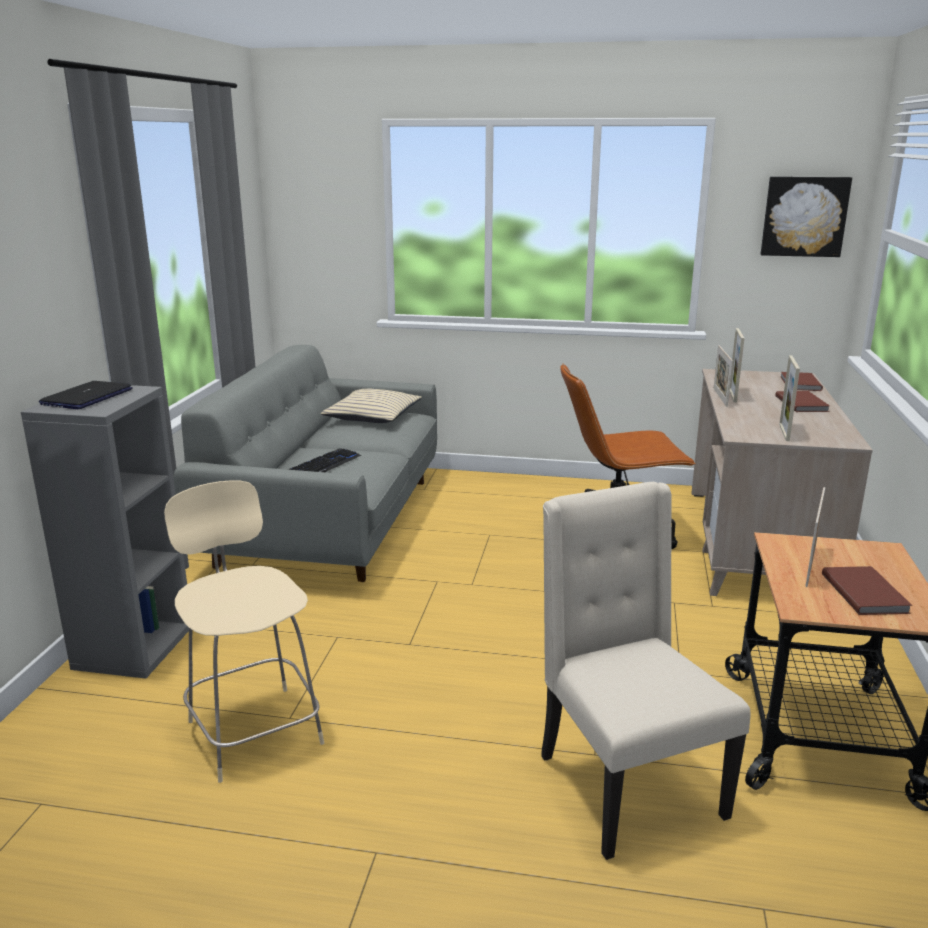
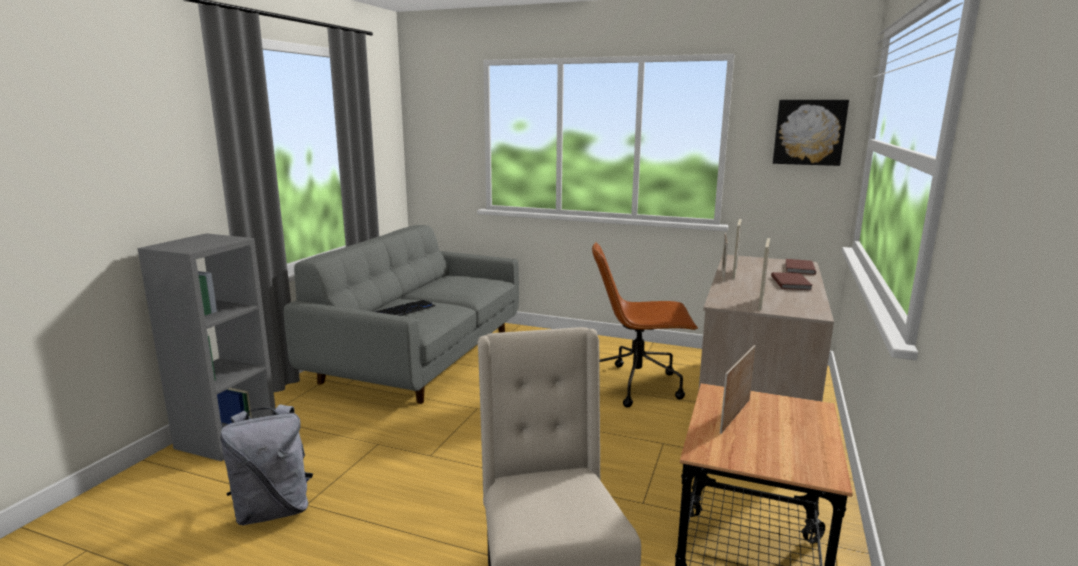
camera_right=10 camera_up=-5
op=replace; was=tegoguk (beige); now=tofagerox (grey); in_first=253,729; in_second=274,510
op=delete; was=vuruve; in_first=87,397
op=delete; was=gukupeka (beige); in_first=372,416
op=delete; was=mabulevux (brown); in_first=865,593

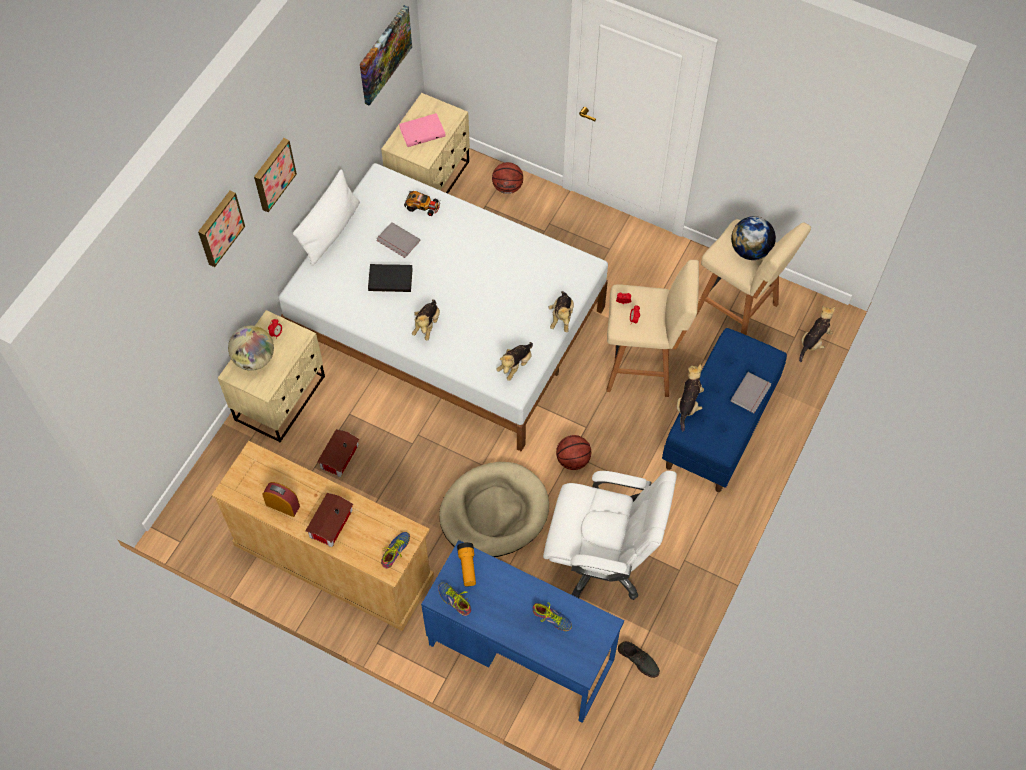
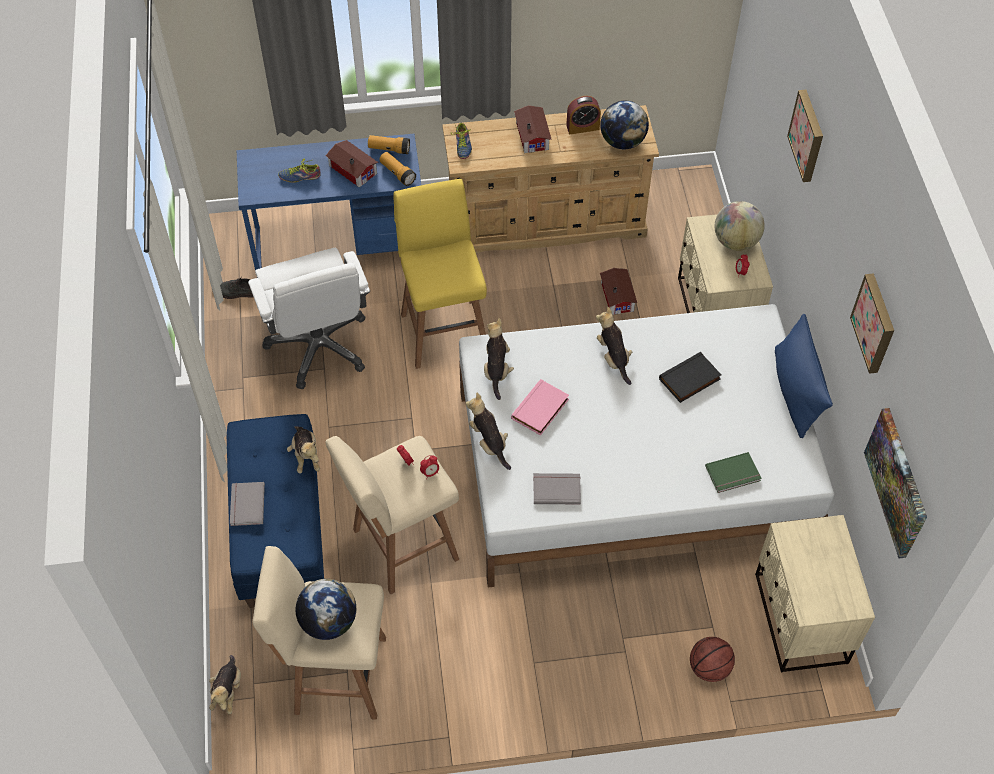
camera_right=145 camera_up=-5
op=rotate; was=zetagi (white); in_first=601,560; in_second=319,346; clockwise=-90
op=insert; now=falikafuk; in_second=353,168
op=replace; was=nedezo; now=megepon; in_first=455,599; in_second=389,149
op=replace; was=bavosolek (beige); now=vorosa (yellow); in_first=494,512; in_second=444,330
op=move; was=mabulevux (pink); in_first=422,131; in_second=541,410
op=move; was=mabulevux (grey); in_first=397,242; in_second=556,488
op=insert; now=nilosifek; in_second=622,142
op=replace; was=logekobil; now=mabulevux (green); in_first=423,206; in_second=733,474
op=recolor; was=gukupeka (white); now=gukupeka (blue); in_first=330,231; in_second=795,391
op=move; was=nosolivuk; in_first=273,174; in_second=875,323
op=delete; was=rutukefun; in_first=572,460

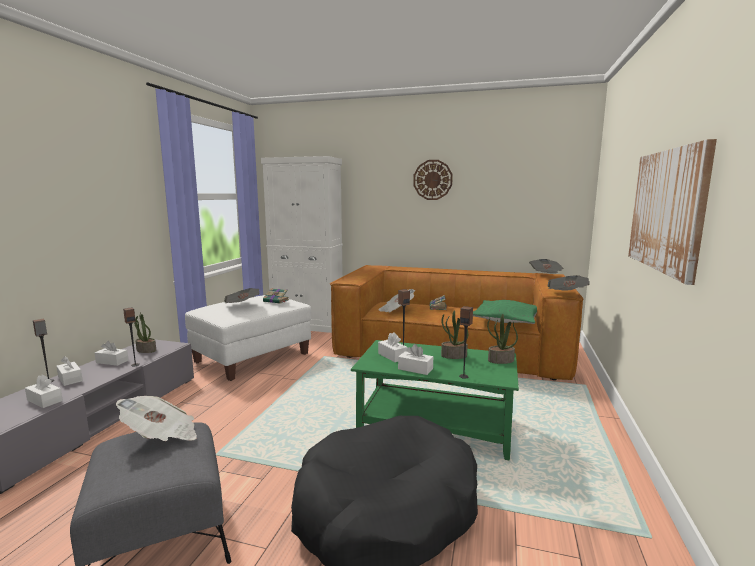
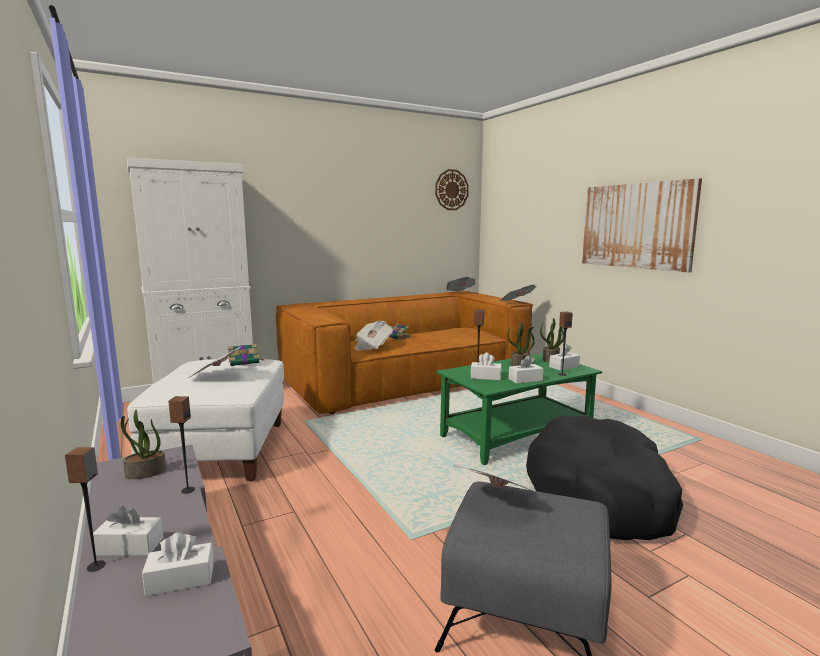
camera_right=-45 camera_up=0
op=move; was=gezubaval; in_first=432,180; in_second=451,190
op=move; was=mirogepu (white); in_first=112,361; in_second=564,367
op=delete; was=gukupeka (green); in_first=506,320

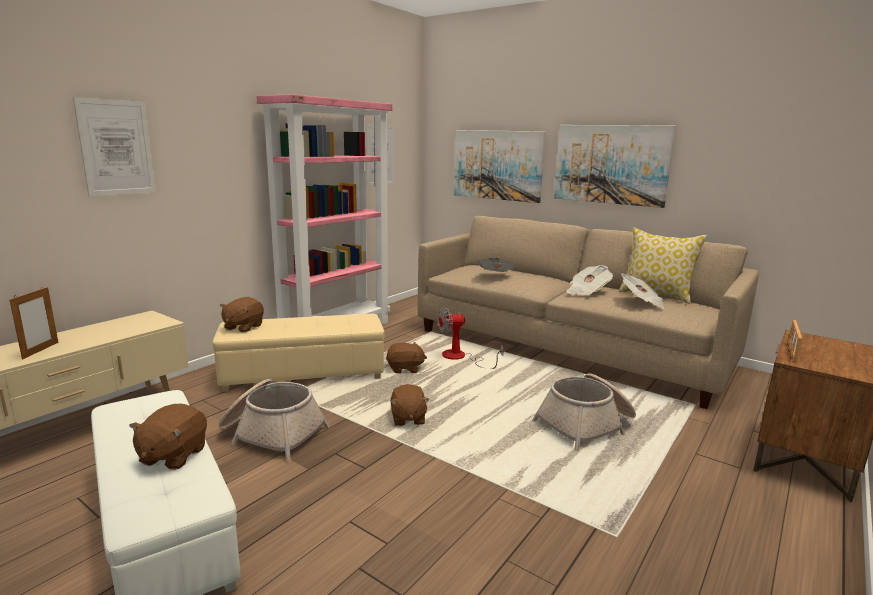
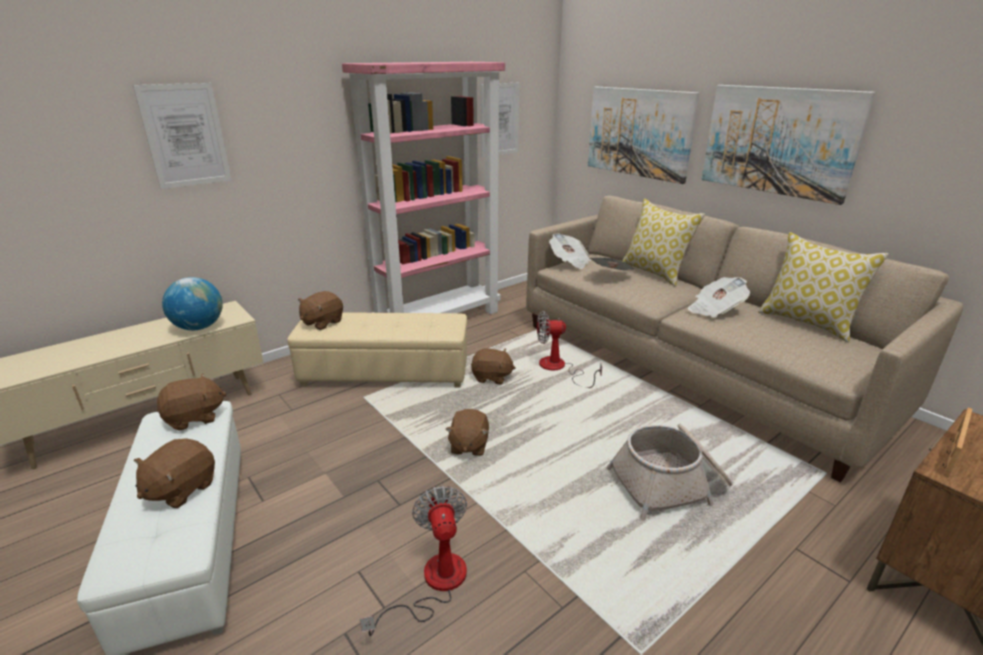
camera_right=15 camera_up=10
op=insert; now=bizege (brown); in_second=195,418
op=insert; now=nilosifek; in_second=199,327
op=insert; now=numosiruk; in_second=433,584
op=move; was=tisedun; in_first=642,303; in_second=569,262
op=insert; now=gukupeka; in_second=655,273
op=delete; was=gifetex; in_first=40,350
op=delete; was=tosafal; in_first=272,433

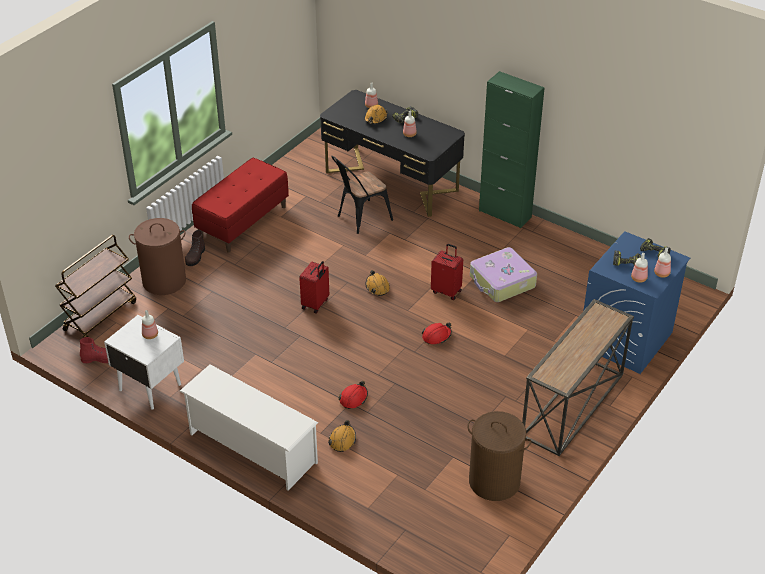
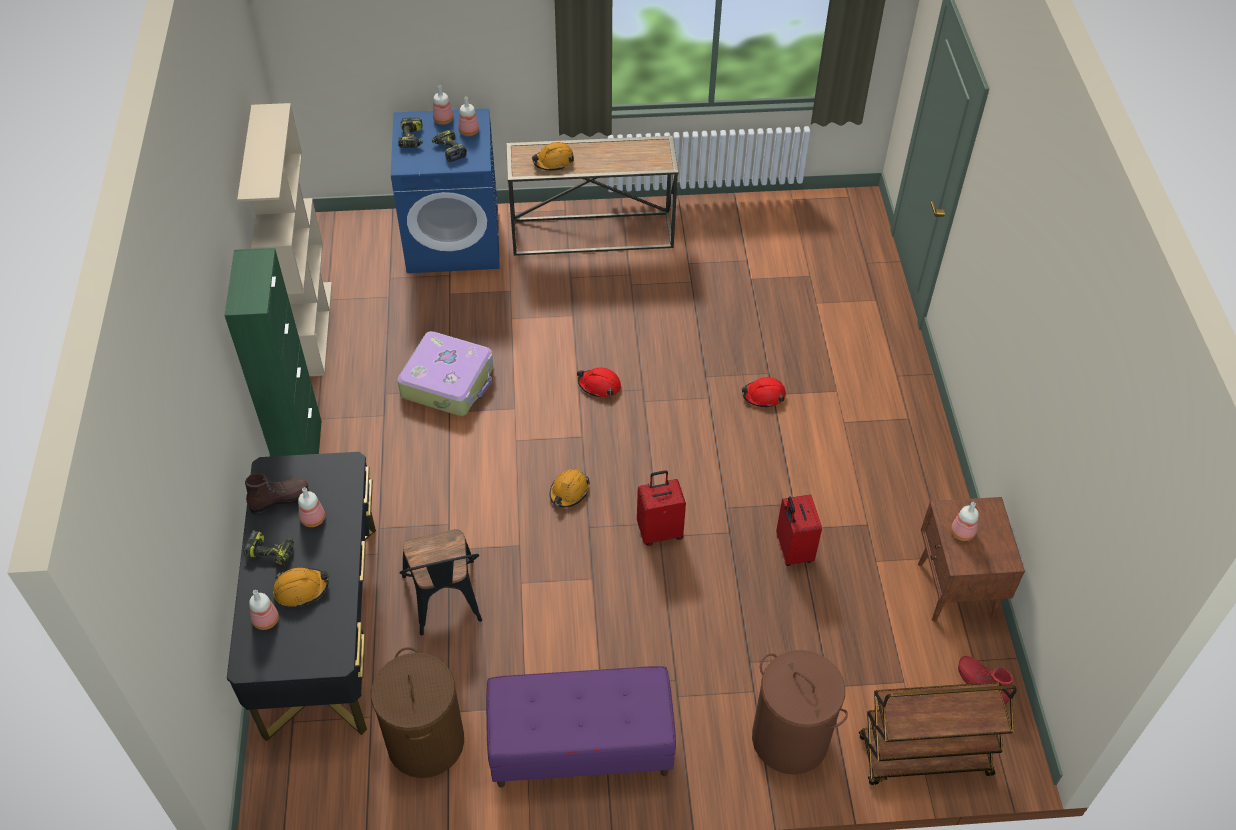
camera_right=-130 camera_up=10
op=insert; now=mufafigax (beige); in_second=310,328
op=move; was=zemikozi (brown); in_first=195,257; in_second=280,499
op=move; was=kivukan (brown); in_first=494,481; in_second=425,741
op=rotate; was=tegoguk (black); in_first=360,218; in_second=445,604; clockwise=60
op=recolor; was=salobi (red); now=salobi (purple); in_first=243,222; in_second=580,747
op=move; was=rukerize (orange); in_first=342,440; in_second=553,161
op=move; was=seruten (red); in_first=446,291; in_second=792,550
op=recolor; was=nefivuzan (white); now=nefivuzan (brown); in_first=149,386; in_second=955,591
op=delete; was=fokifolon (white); in_first=252,448

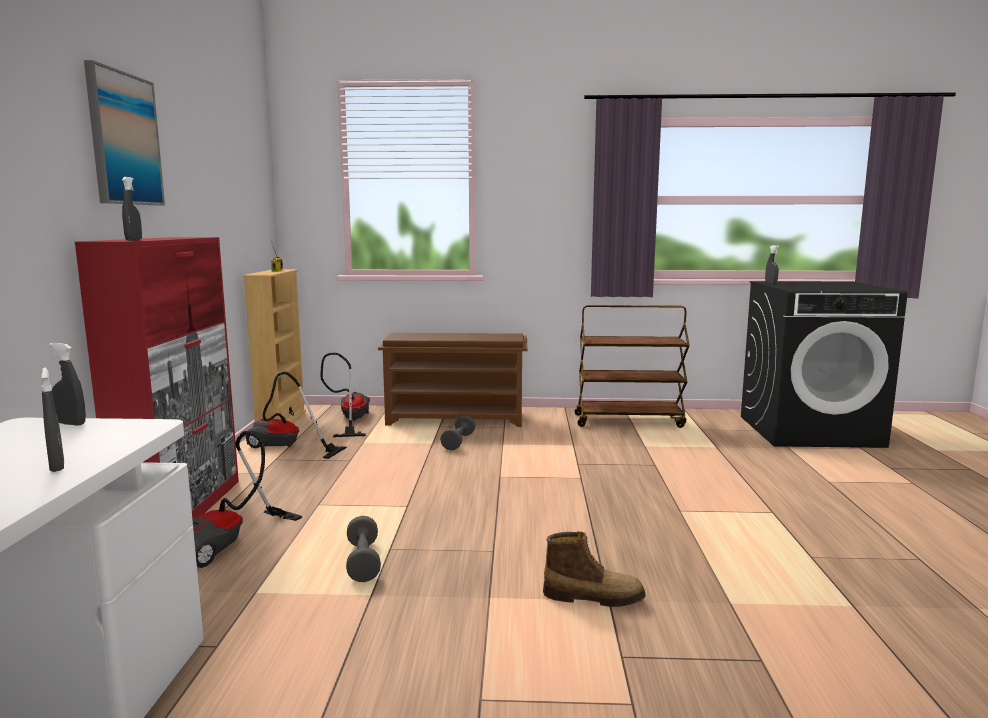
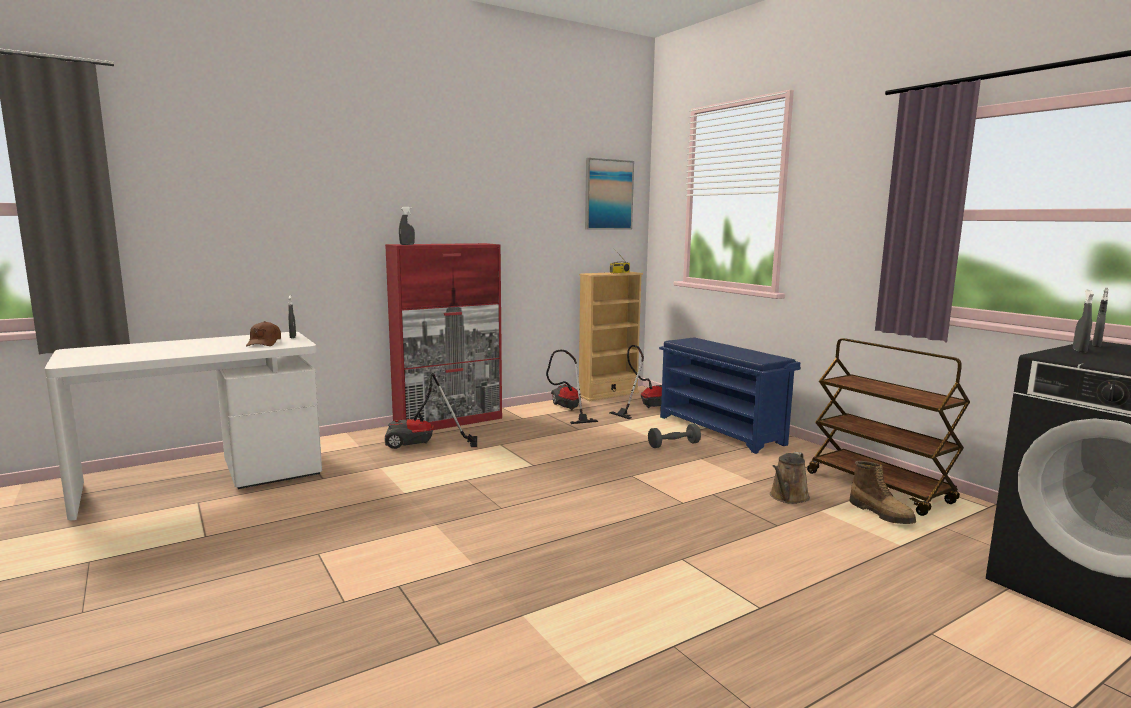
camera_right=55 camera_up=0
op=insert; now=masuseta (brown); in_second=264,343
op=move; was=nosolivuk; in_first=124,139; in_second=608,194
op=recolor; was=fokifolon (brown); now=fokifolon (blue); in_first=456,419; in_second=721,430
op=insert; now=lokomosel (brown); in_second=788,497
op=move; was=zemikozi; in_first=593,597; in_second=882,514
op=move; was=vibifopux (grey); in_first=57,466; in_second=1079,351
op=delete; was=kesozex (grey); in_first=363,562

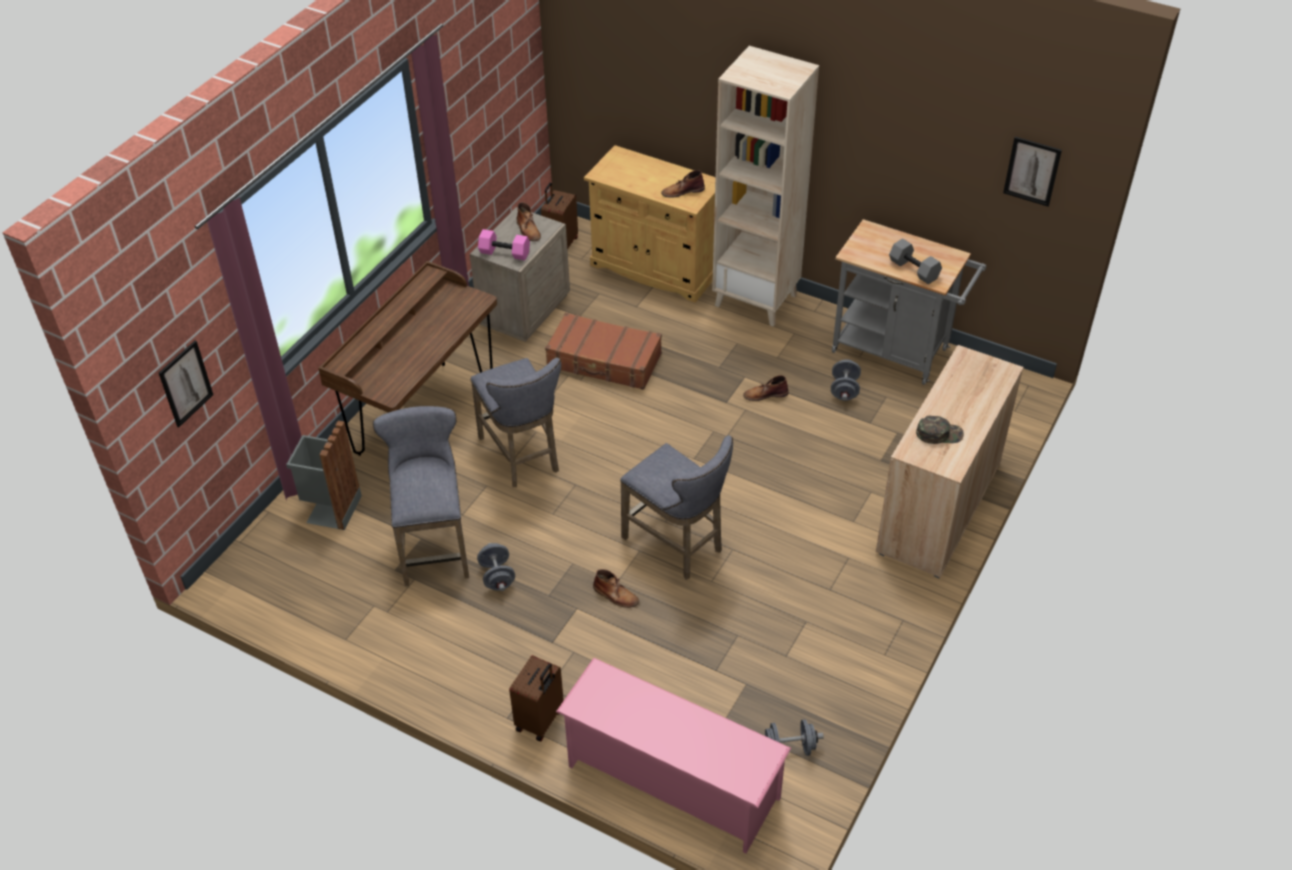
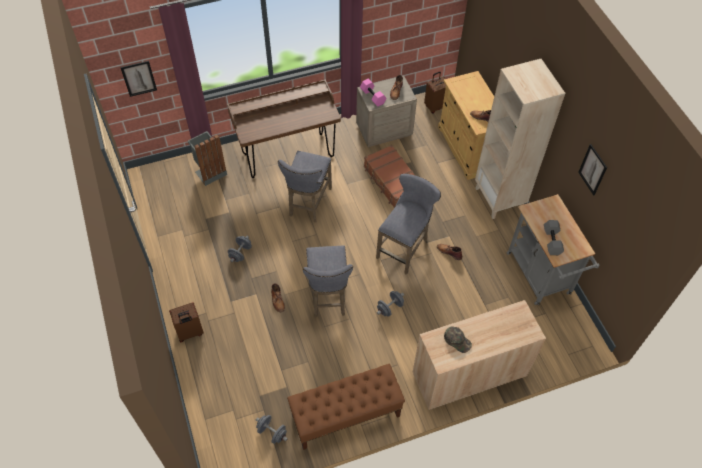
camera_right=40 camera_up=10
op=insert; now=salobi (brown); in_second=345,416
op=move; was=vorosa (grey); in_first=434,544; in_second=404,247
op=move; was=kesozex (grey); in_first=844,390; in_second=390,308
op=move; was=nosolivuk; in_first=1032,171; in_second=592,169
op=delete; was=fokifolon (pink); in_first=671,782

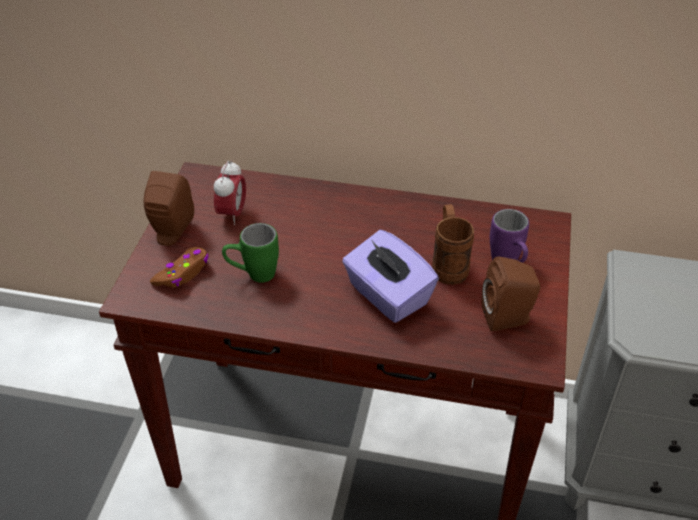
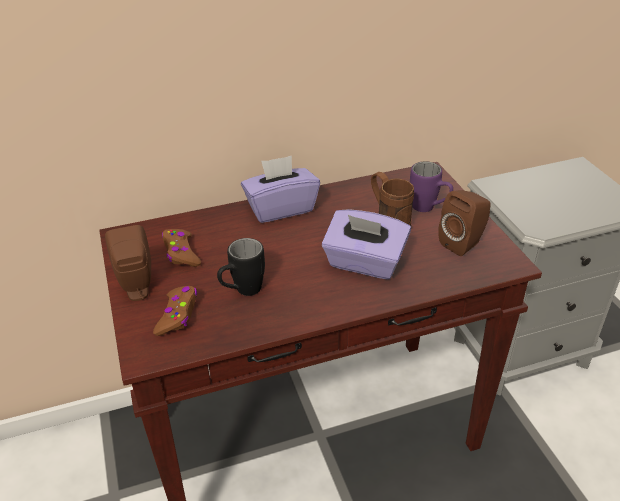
camera_right=-30 camera_up=-5
op=replace; was=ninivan; now=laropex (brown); in_first=232,214; in_second=181,253
op=recolor; was=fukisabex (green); now=fukisabex (black); in_first=253,275; in_second=242,292
op=insert; now=mirogepu (purple); in_second=281,208

